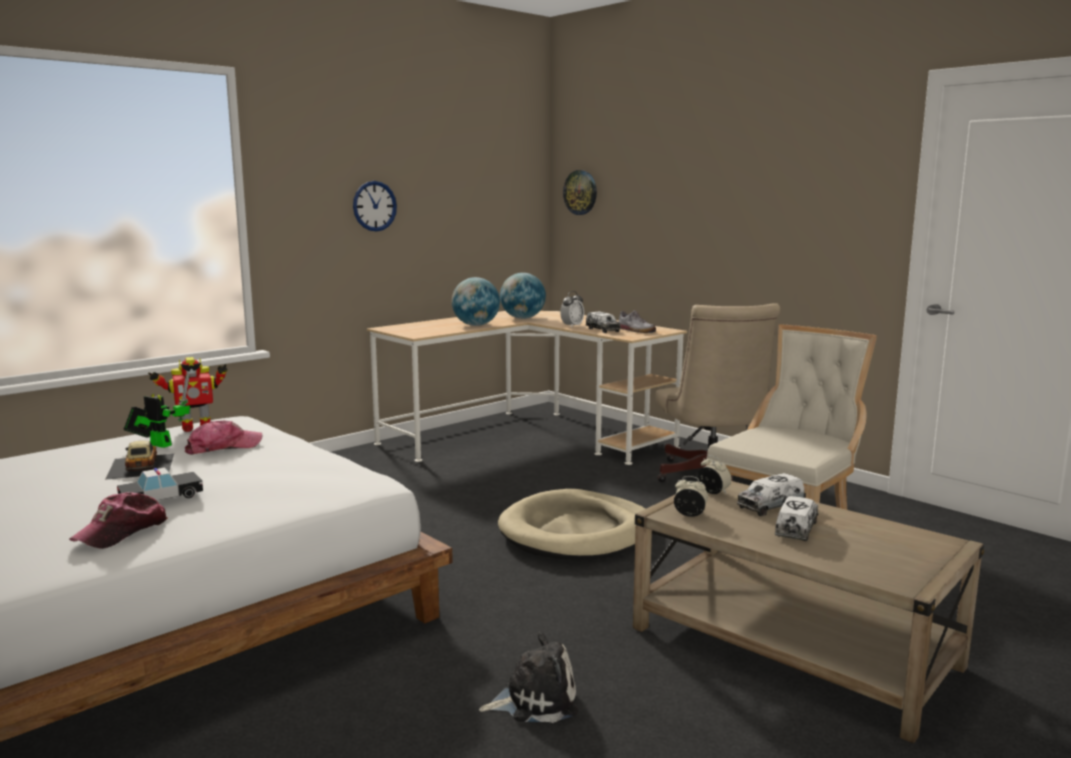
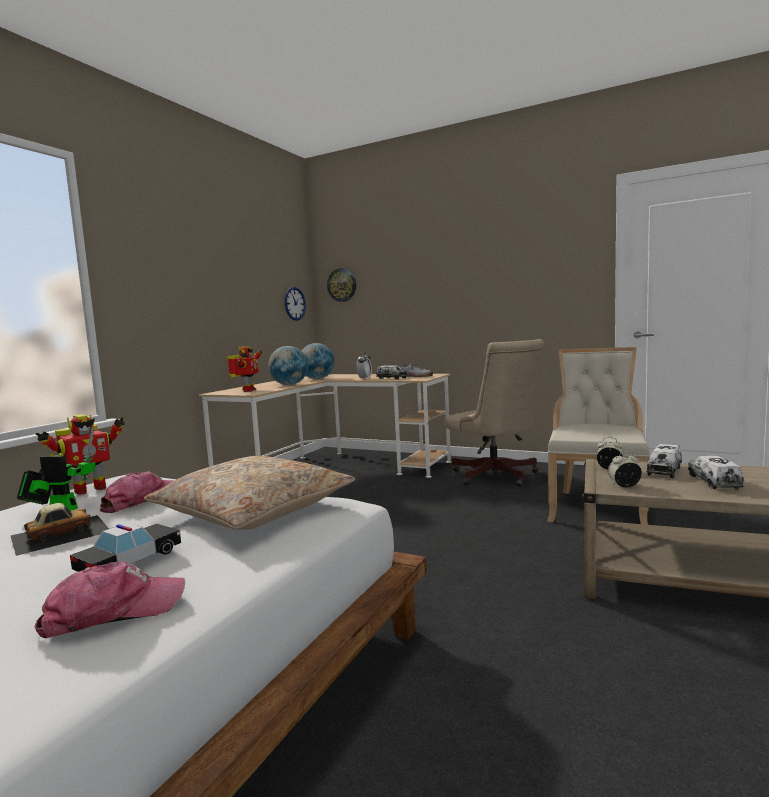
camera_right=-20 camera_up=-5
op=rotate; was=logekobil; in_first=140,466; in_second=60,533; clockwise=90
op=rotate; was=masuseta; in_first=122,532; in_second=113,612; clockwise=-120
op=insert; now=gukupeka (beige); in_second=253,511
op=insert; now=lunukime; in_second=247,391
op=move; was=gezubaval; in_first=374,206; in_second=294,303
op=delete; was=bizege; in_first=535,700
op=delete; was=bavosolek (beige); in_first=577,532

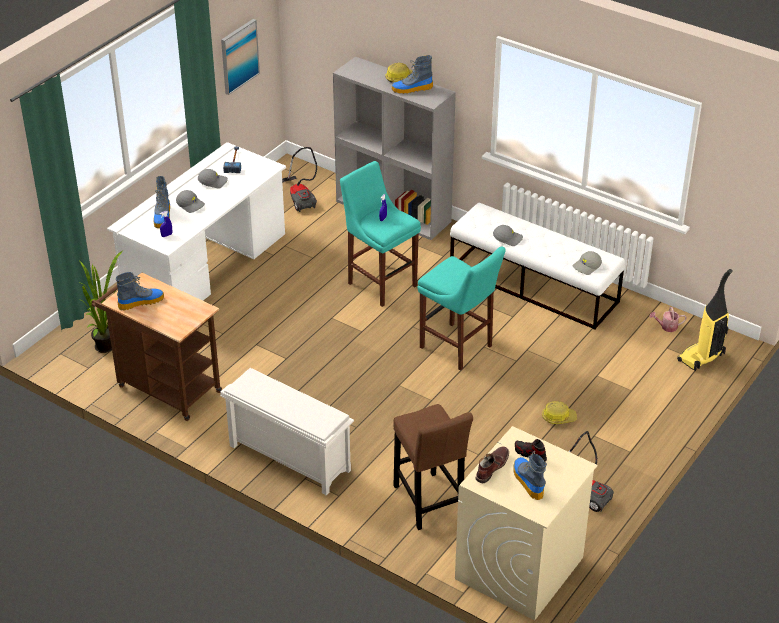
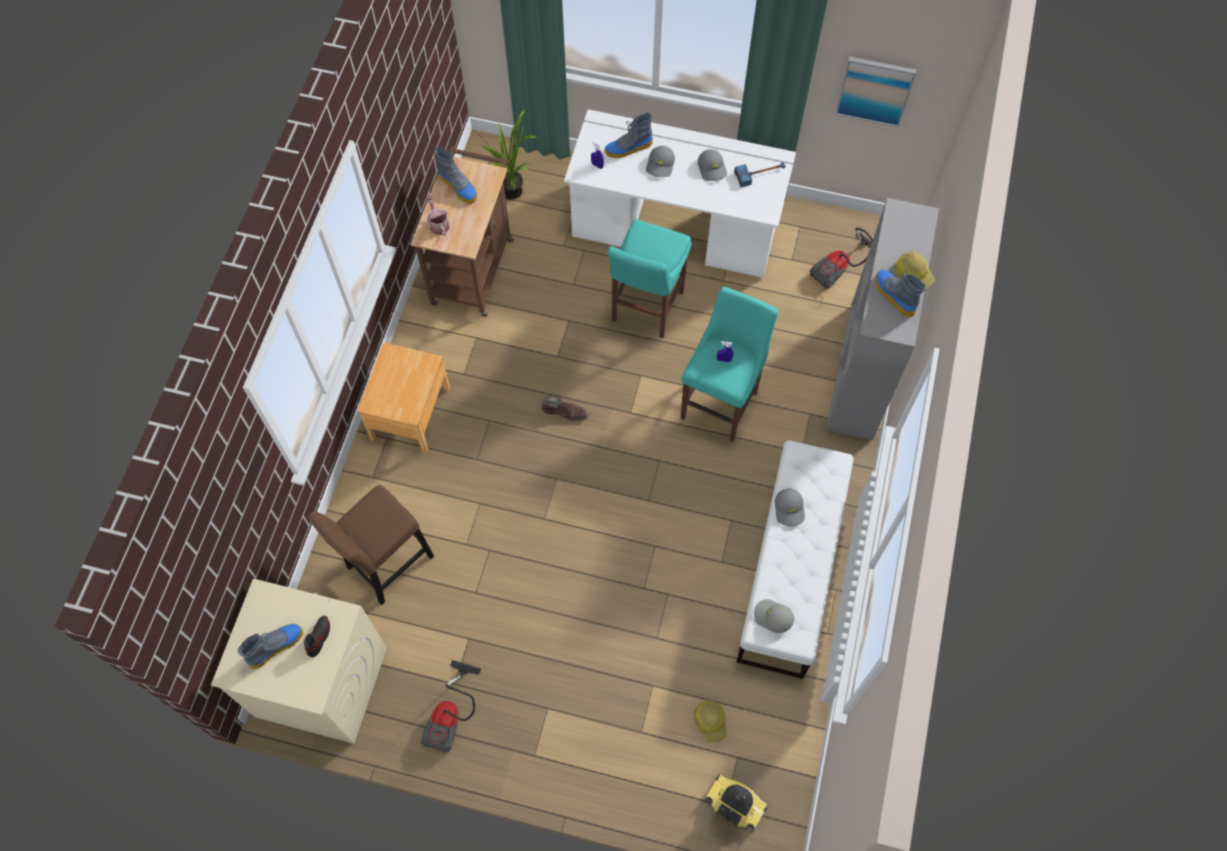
camera_right=70 camera_up=25
op=replace; was=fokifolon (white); now=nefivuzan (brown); in_first=288,458; in_second=410,412
op=move; was=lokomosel; in_first=666,327; in_second=438,224
op=move; was=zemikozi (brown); in_first=491,467; in_second=565,411
op=move; was=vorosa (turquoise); in_first=458,348; in_second=645,309
op=move; was=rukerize; in_first=558,417; in_second=710,721

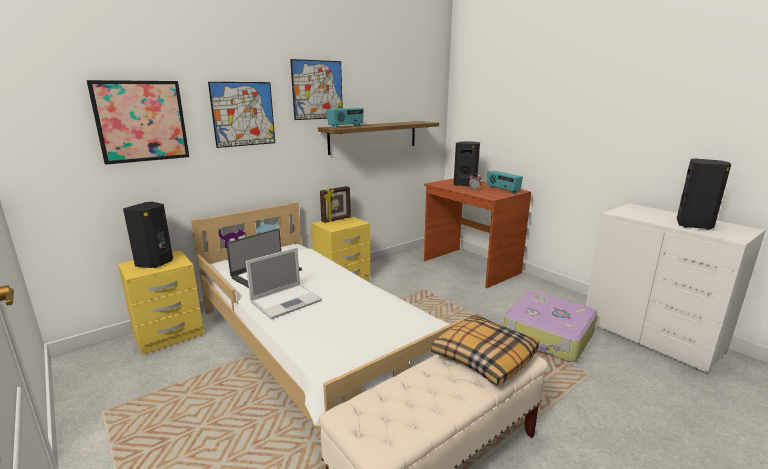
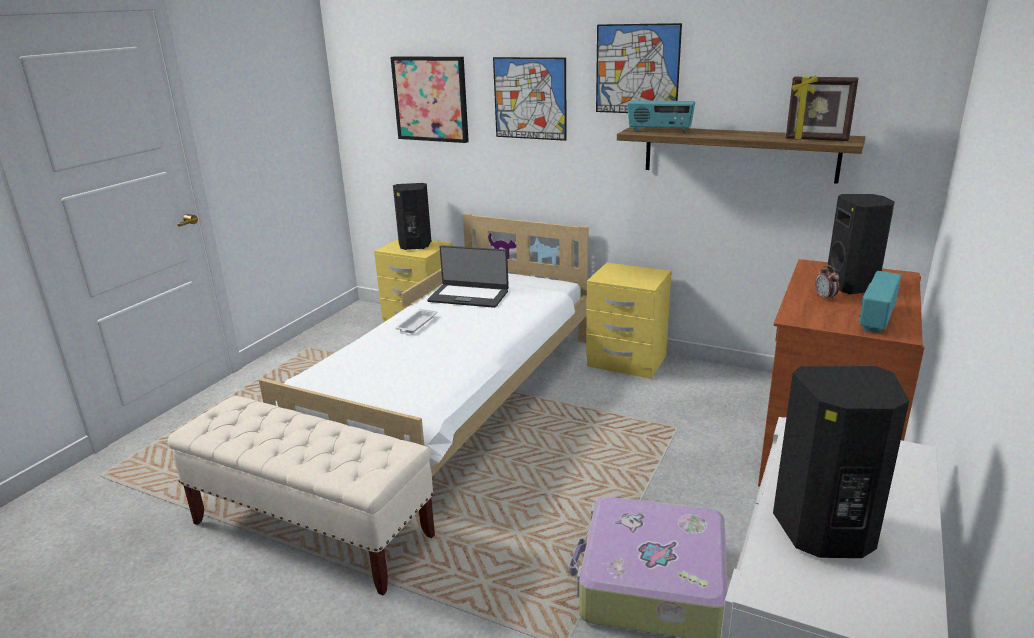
camera_right=65 camera_up=5
op=replace; was=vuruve; now=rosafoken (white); in_first=287,301; in_second=416,324
op=move; was=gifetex; in_first=336,220; in_second=816,140
op=delete; was=gukupeka; in_first=484,357

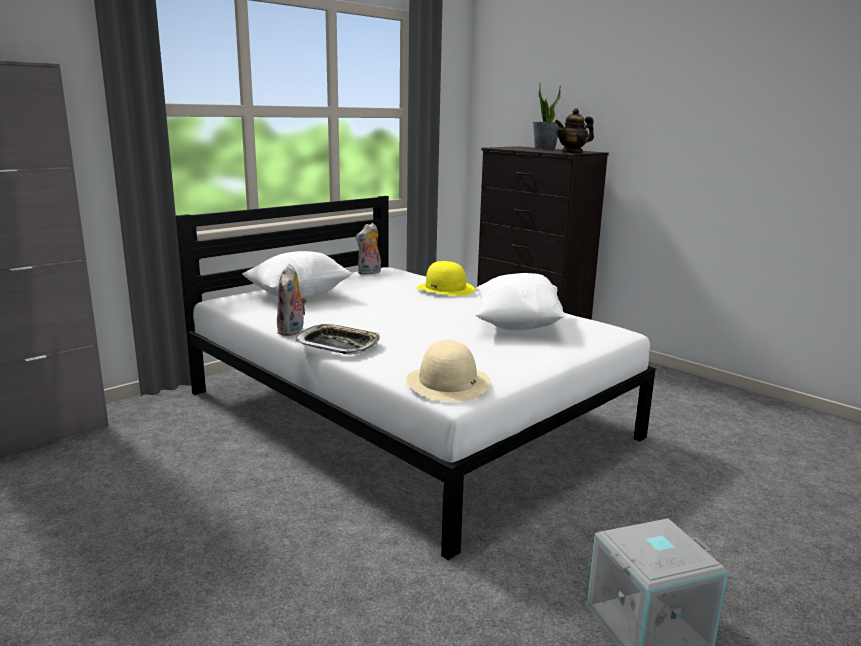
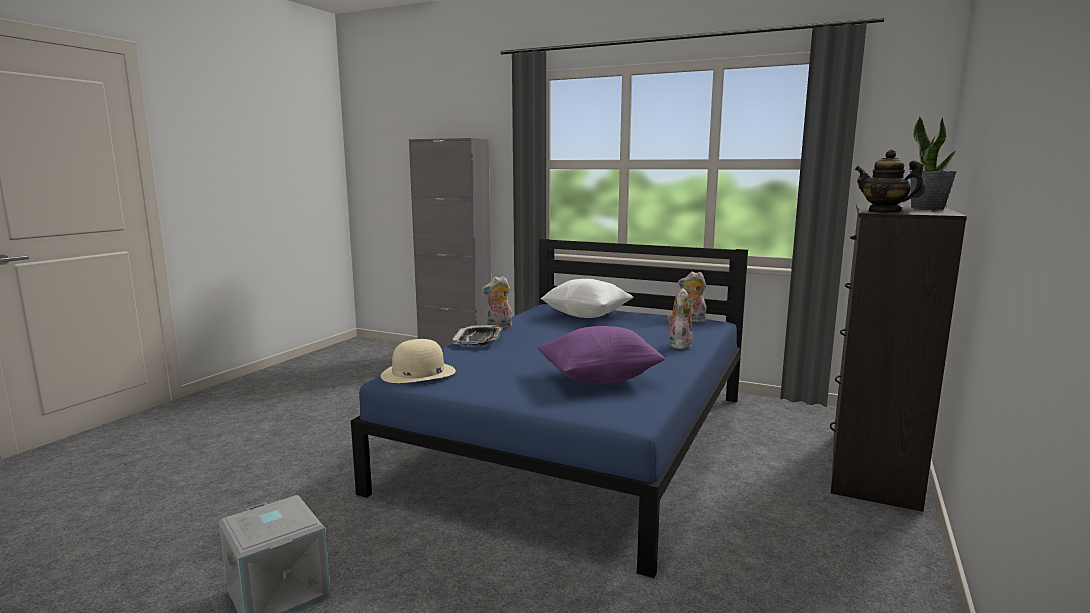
camera_right=70 camera_up=-5
op=recolor; was=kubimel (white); now=kubimel (blue); in_first=407,414; in_second=579,440
op=recolor; was=gukupeka (white); now=gukupeka (purple); in_first=517,325; in_second=599,379
op=replace; was=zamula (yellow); now=bizege; in_first=446,289; in_second=678,344

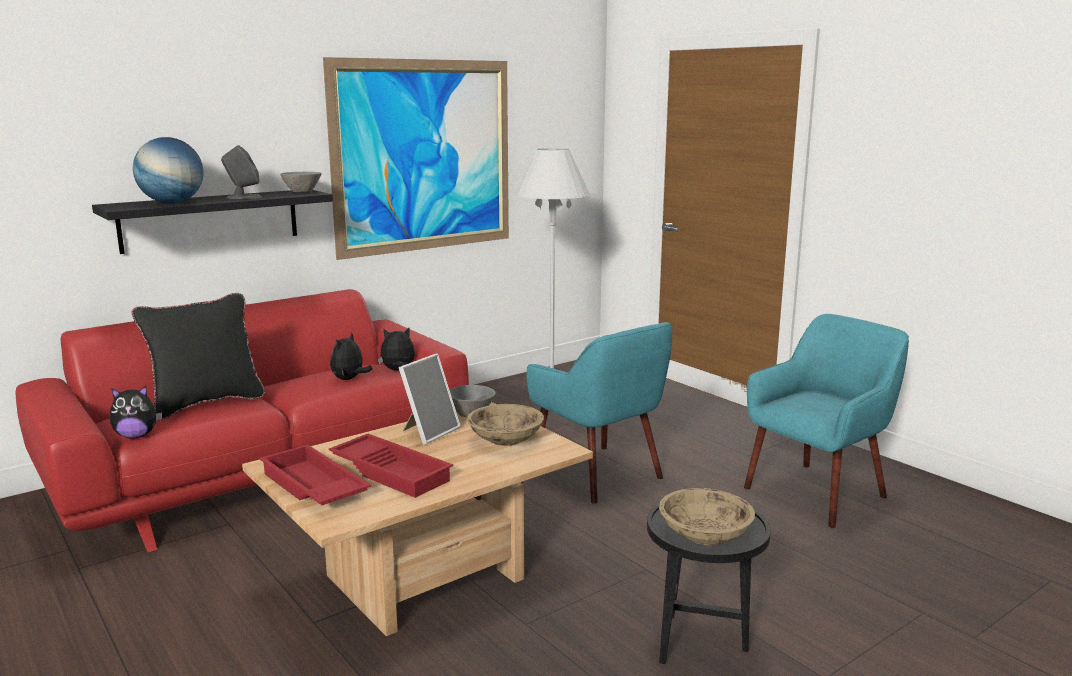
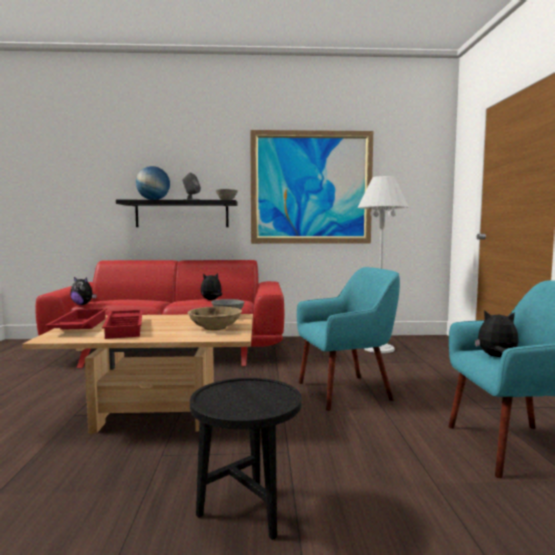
camera_right=35 camera_up=-10
op=rotate; was=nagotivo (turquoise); in_first=598,474; in_second=345,391; clockwise=-105
op=move; was=bizege; in_first=398,370; in_second=496,357
op=delete; was=gukupeka (black); in_first=206,403
op=delete; was=gifetex; in_first=429,432
op=delete; was=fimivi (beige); in_first=705,535

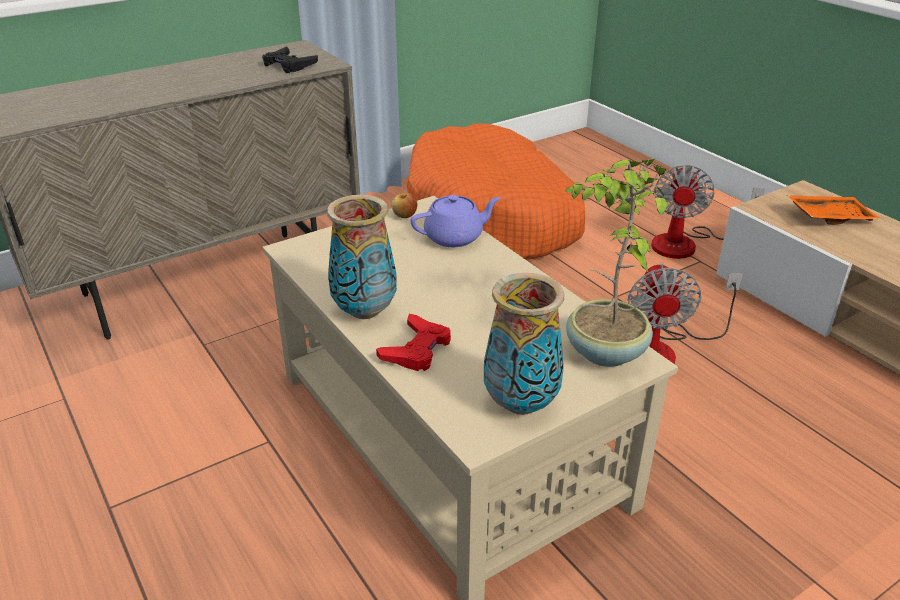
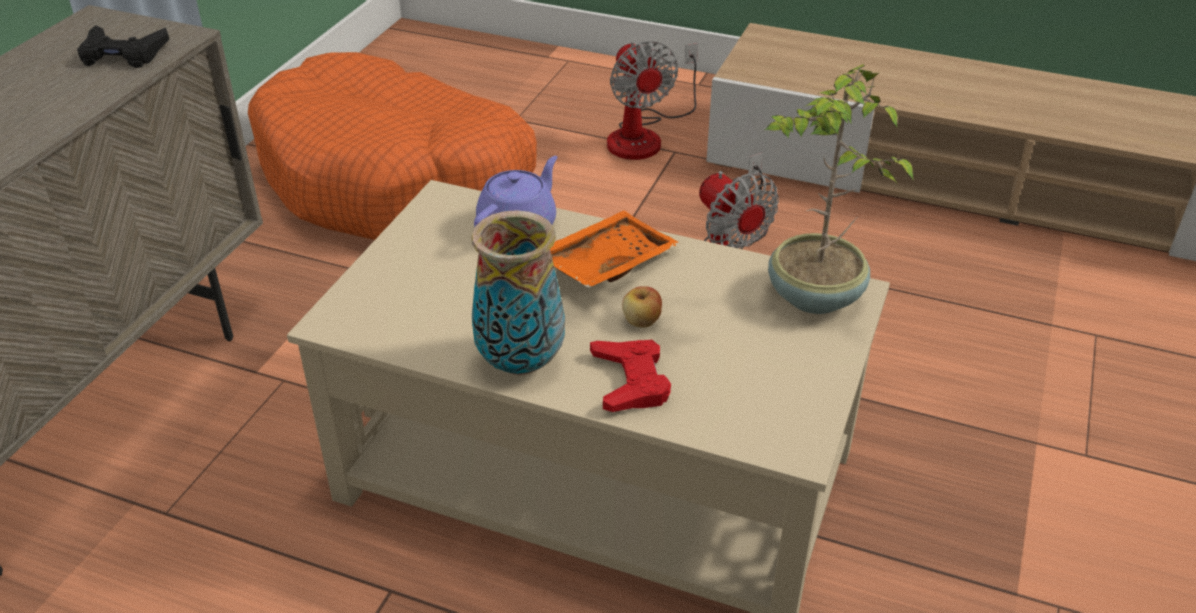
camera_right=-35 camera_up=5
op=move; was=rosafoken (orange); in_first=829,217; in_second=604,263
op=move; was=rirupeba; in_first=404,216; in_second=642,321
op=delete; was=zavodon; in_first=520,404

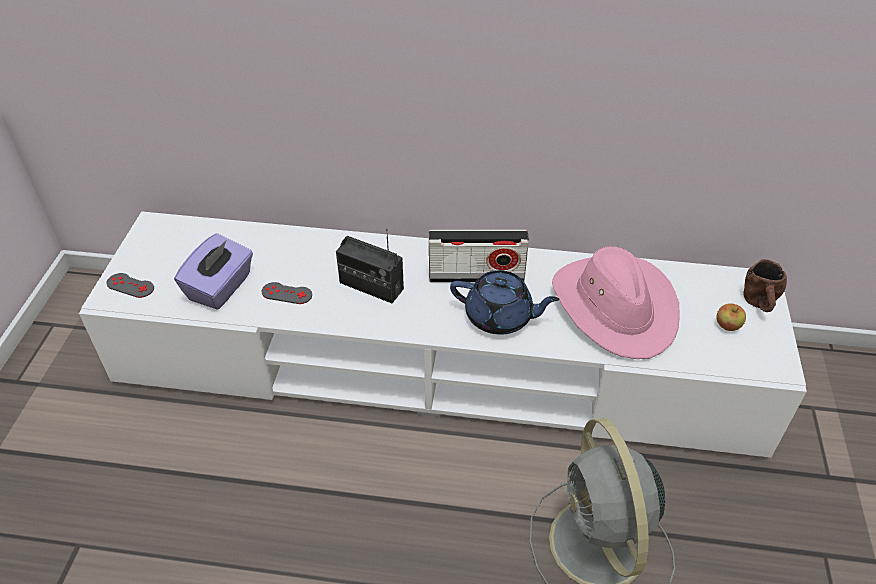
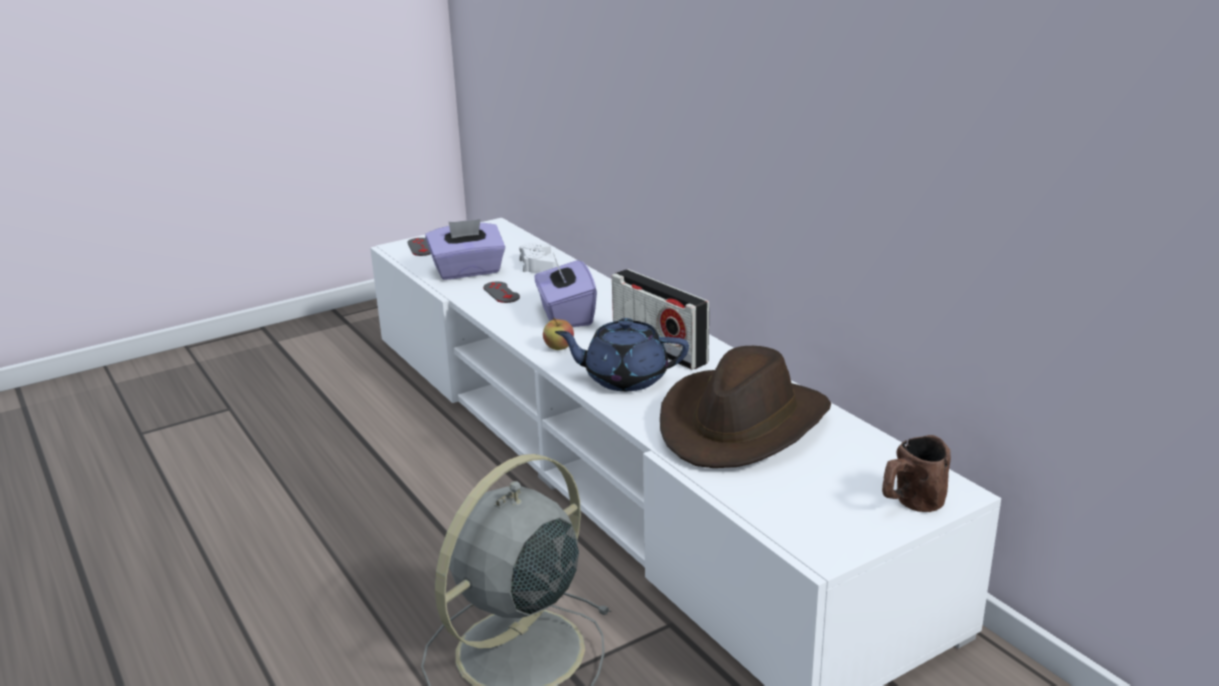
camera_right=50 camera_up=-20
op=insert; now=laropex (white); in_second=537,264
op=replace; was=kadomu; now=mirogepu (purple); in_first=371,286; in_second=565,315
op=move; was=rirupeba; in_first=727,326; in_second=559,348
op=rotate; was=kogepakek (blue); in_first=500,317; in_second=624,378; clockwise=120
op=recolor; was=zamula (pink); now=zamula (brown); in_first=615,307; in_second=743,425

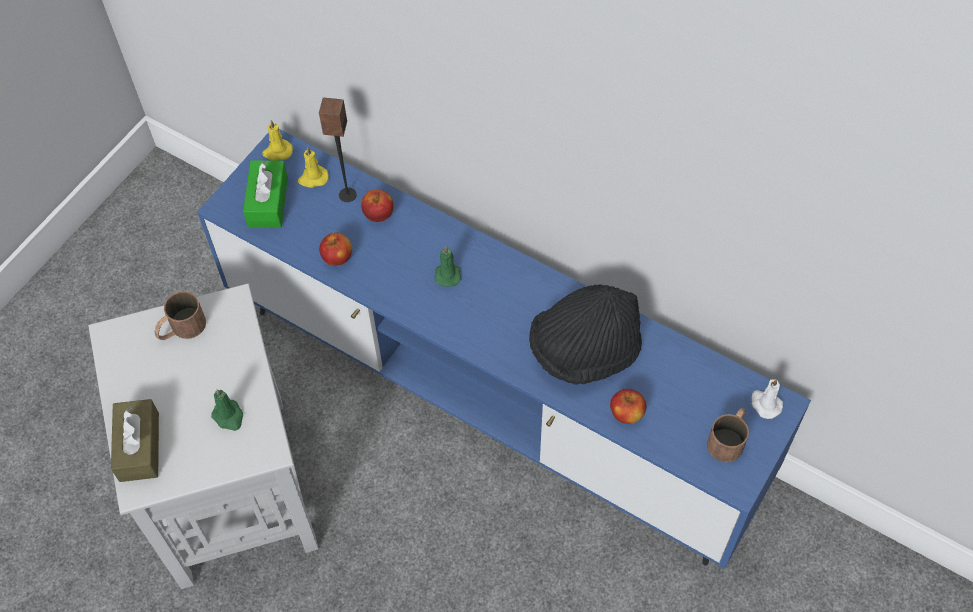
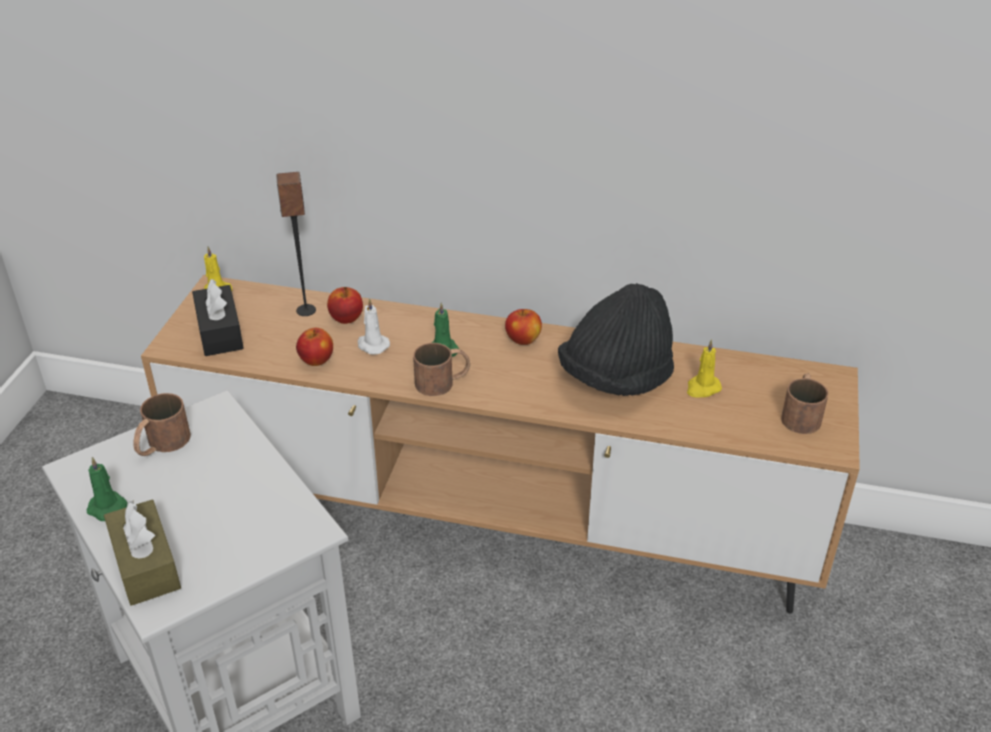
camera_right=-20 camera_up=-20
op=move; was=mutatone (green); in_first=229,416; in_second=109,509
op=recolor; was=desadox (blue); now=desadox (brown); in_first=490,398; in_second=496,522
op=recolor; was=mirogepu (green); now=mirogepu (black); in_first=268,202; in_second=220,332
op=move; was=mutatone (white); in_first=765,404; in_second=372,345
op=insert; now=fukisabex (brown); in_second=443,381
op=move; was=rirupeba; in_first=627,414; in_second=523,340
op=move; was=mutatone (yellow); in_first=313,178; in_second=702,388

